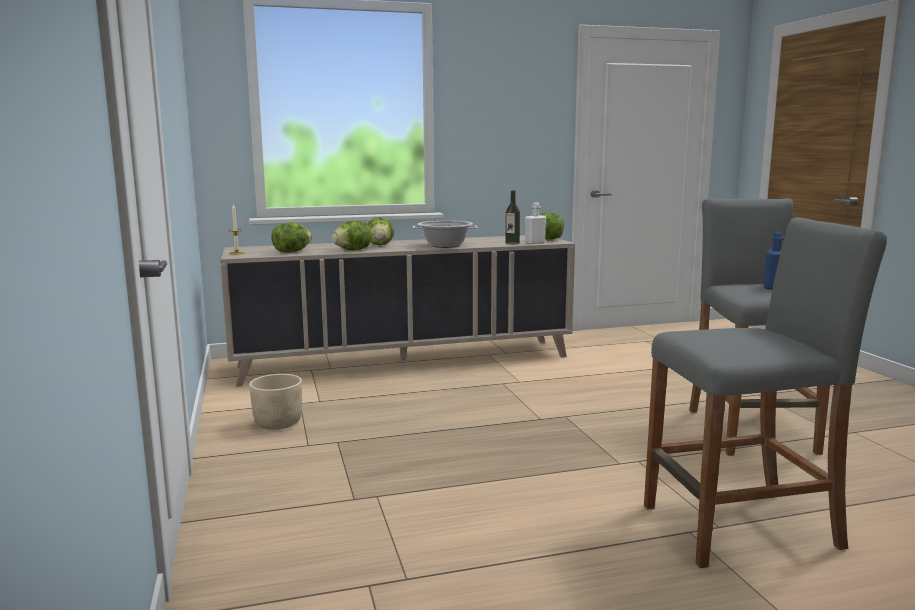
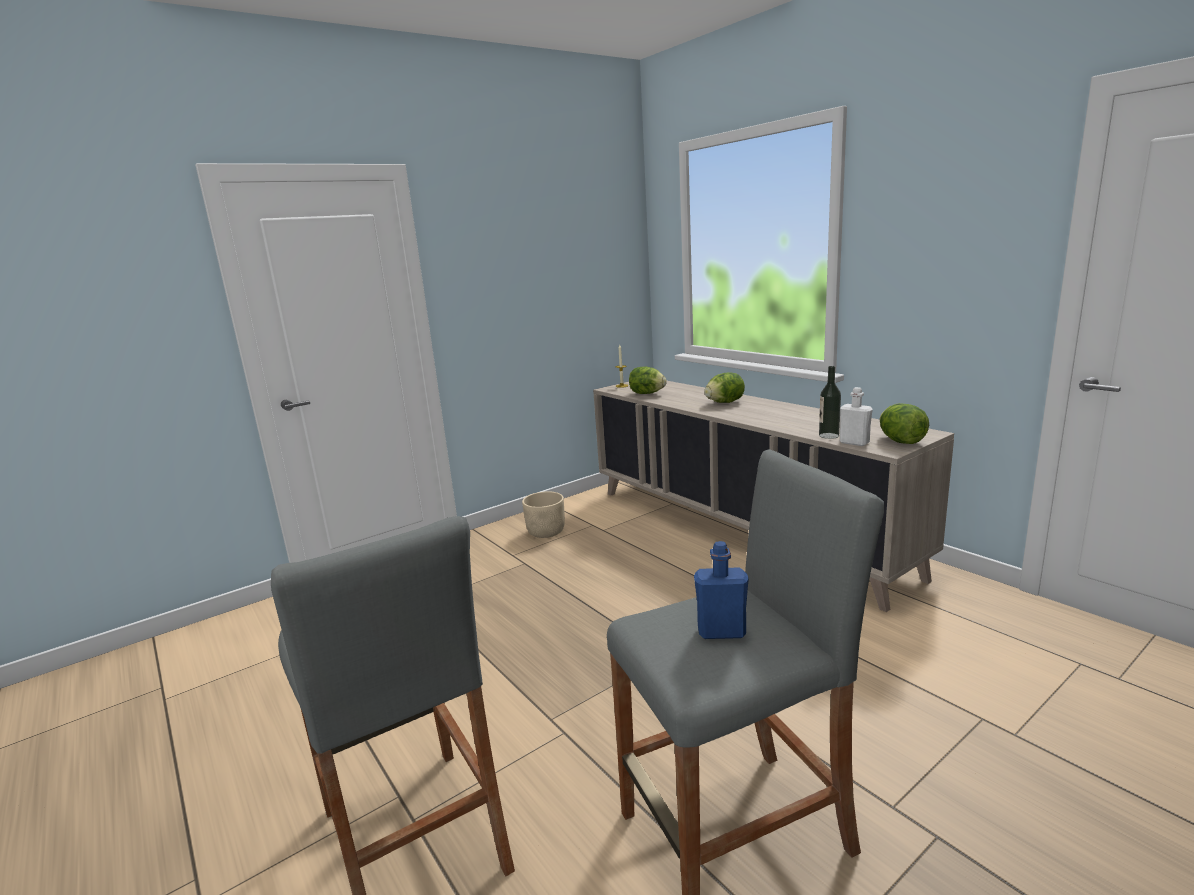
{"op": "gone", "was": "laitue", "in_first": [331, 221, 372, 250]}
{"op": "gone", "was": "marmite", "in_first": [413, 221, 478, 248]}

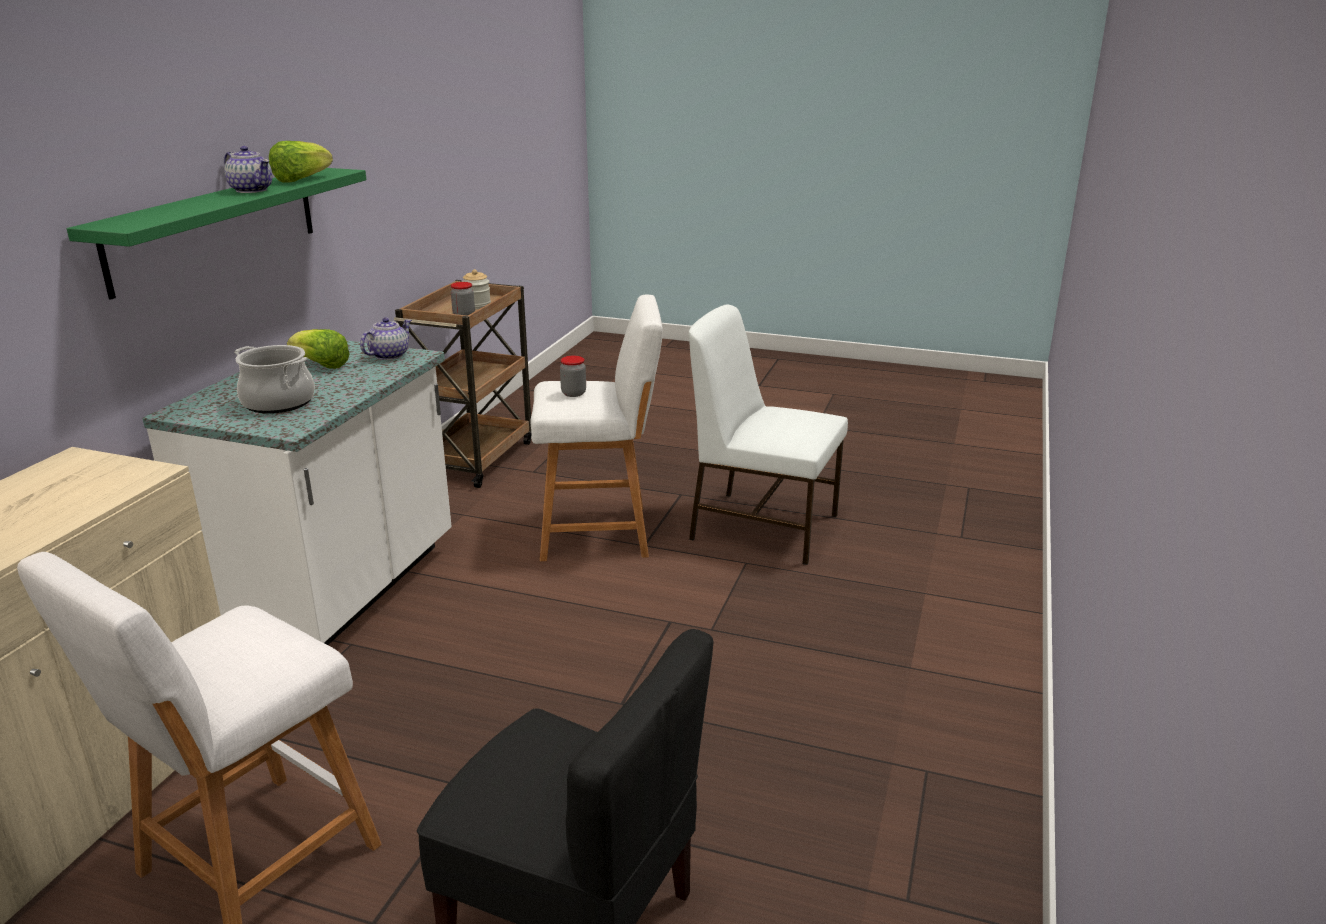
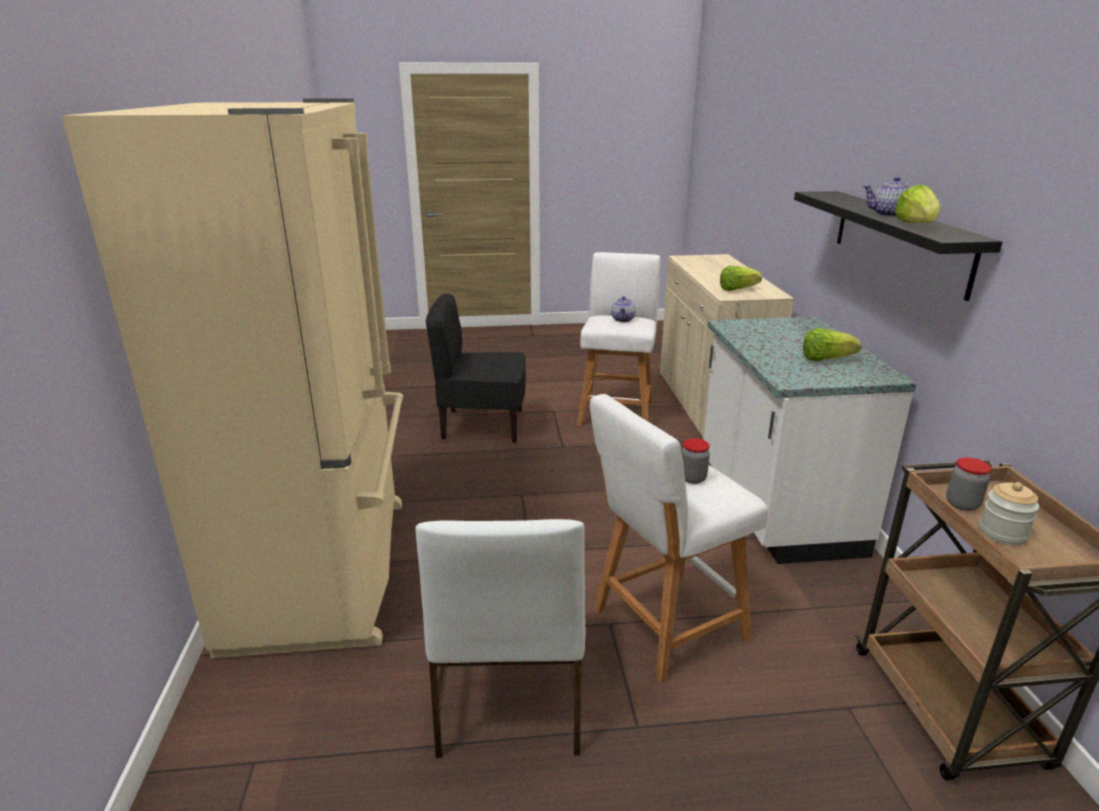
{"op": "repainted", "was": "étagère [vert]", "now": "étagère [noir]", "in_first": [67, 168, 366, 300], "in_second": [794, 191, 1002, 301]}
{"op": "rotated", "was": "chaise [blanc]", "in_first": [689, 305, 848, 565], "in_second": [415, 519, 585, 758], "clockwise": 90}
{"op": "shifted", "was": "théière", "in_first": [360, 318, 412, 360], "in_second": [611, 296, 636, 322]}
{"op": "gone", "was": "marmite", "in_first": [234, 345, 315, 414]}
{"op": "new", "now": "réfrigérateur [beige]", "in_second": [62, 98, 403, 658]}
{"op": "new", "now": "laitue", "in_second": [720, 266, 762, 291]}

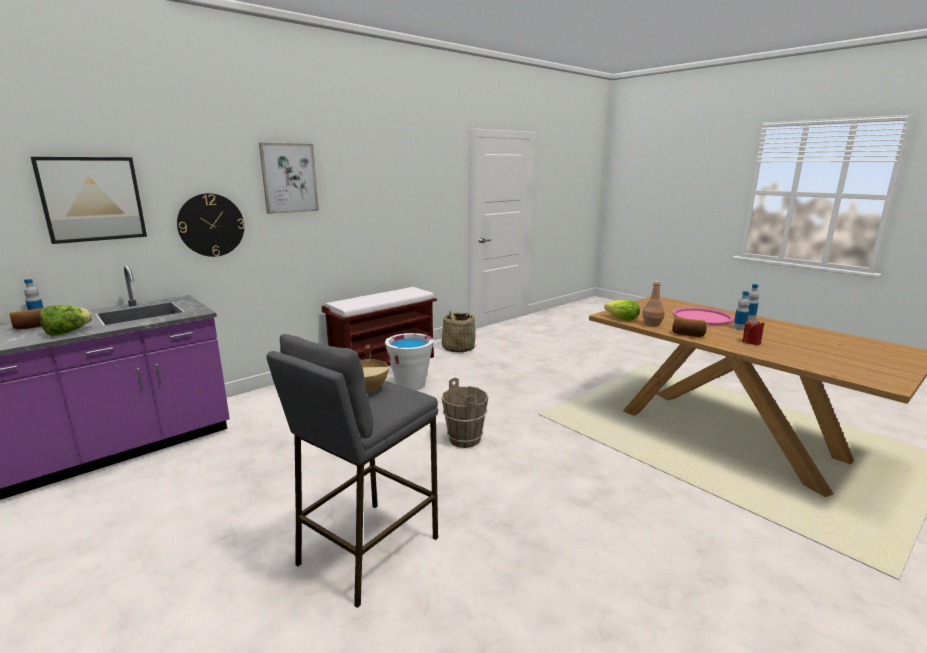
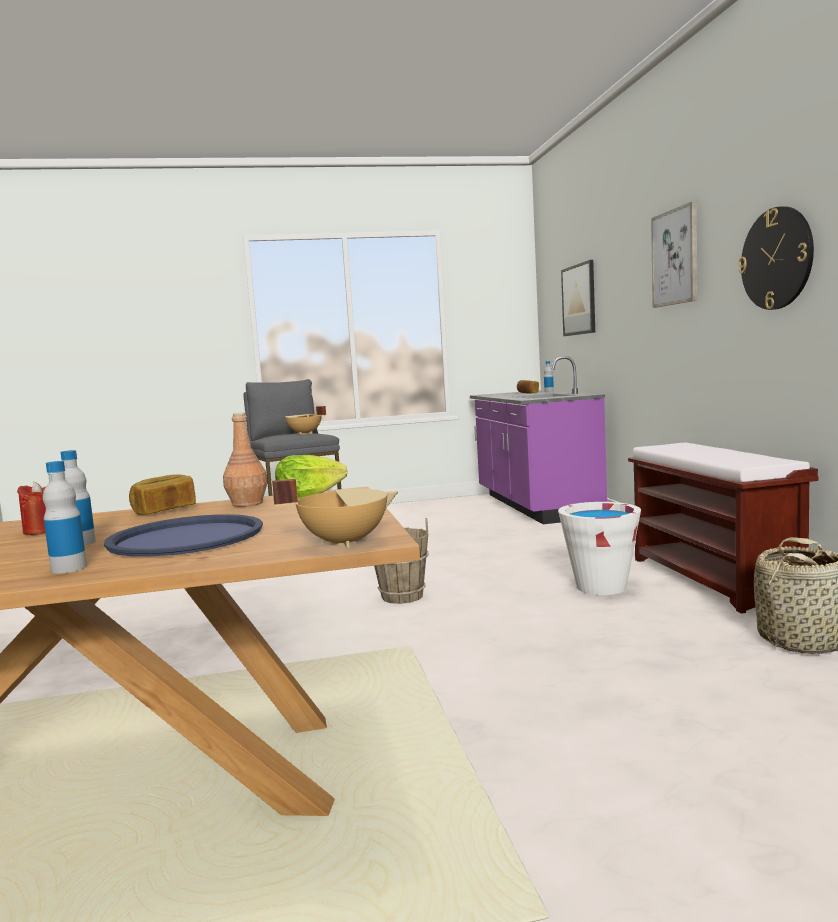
{"op": "shifted", "was": "horloge murale", "in_first": [177, 193, 245, 257], "in_second": [738, 206, 814, 310]}
{"op": "gone", "was": "laitue", "in_first": [39, 305, 92, 336]}
{"op": "repainted", "was": "plateau [rose]", "now": "plateau [bleu]", "in_first": [672, 307, 734, 325], "in_second": [104, 514, 263, 557]}
{"op": "new", "now": "marmite [beige]", "in_second": [272, 479, 399, 548]}

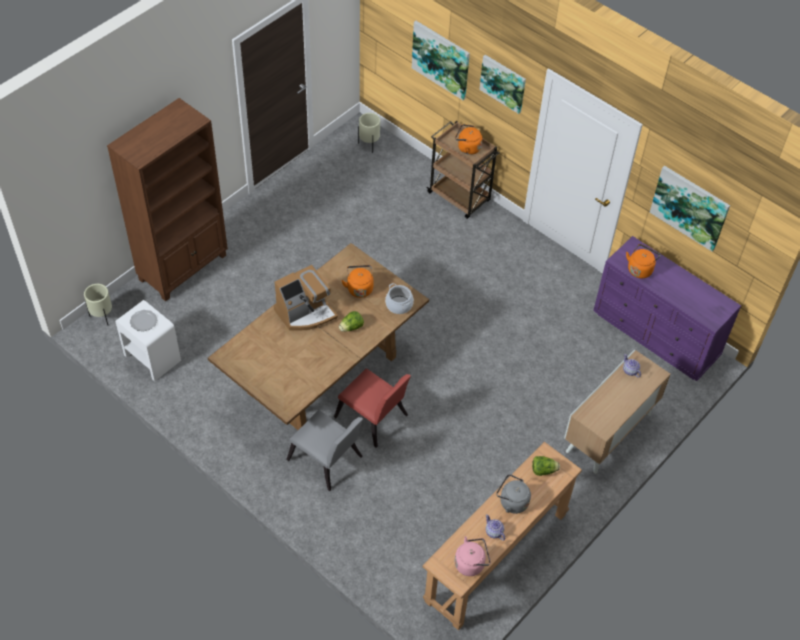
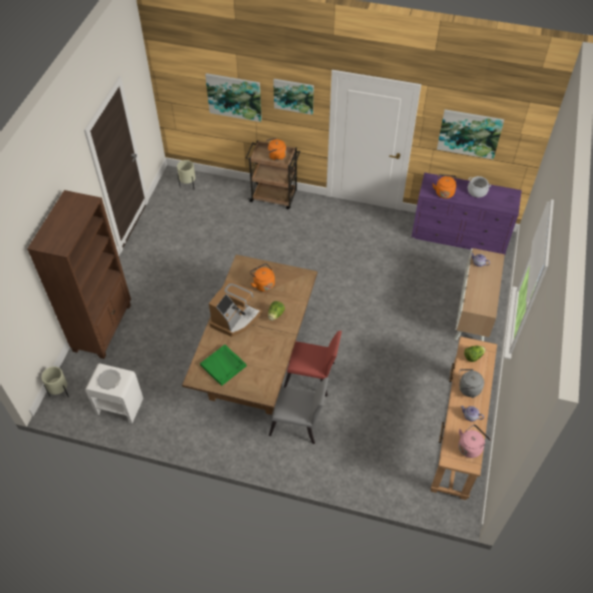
{"op": "shifted", "was": "marmite", "in_first": [385, 283, 414, 314], "in_second": [468, 176, 491, 198]}
{"op": "new", "now": "plateau [vert]", "in_second": [200, 344, 246, 386]}

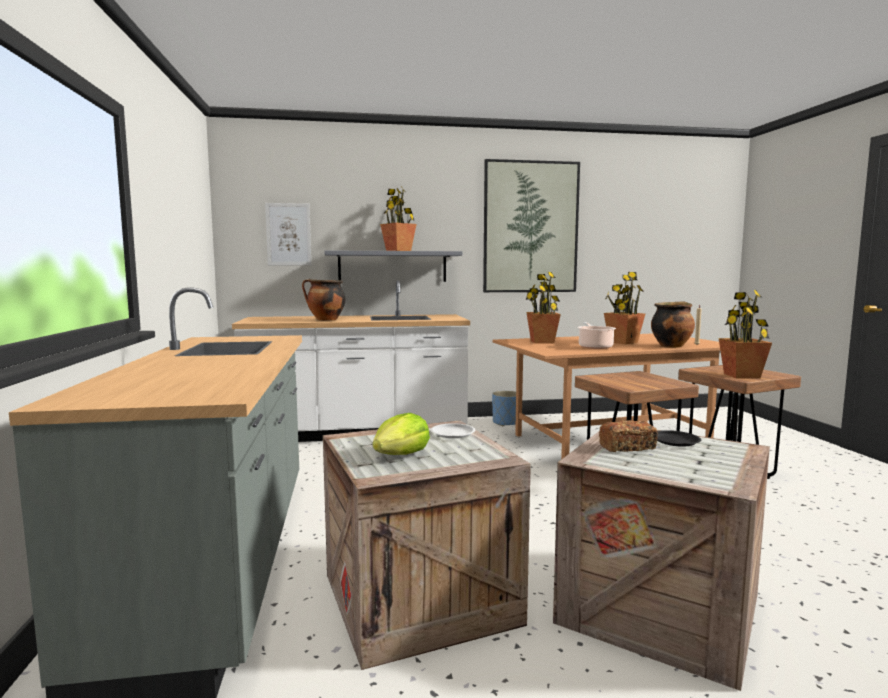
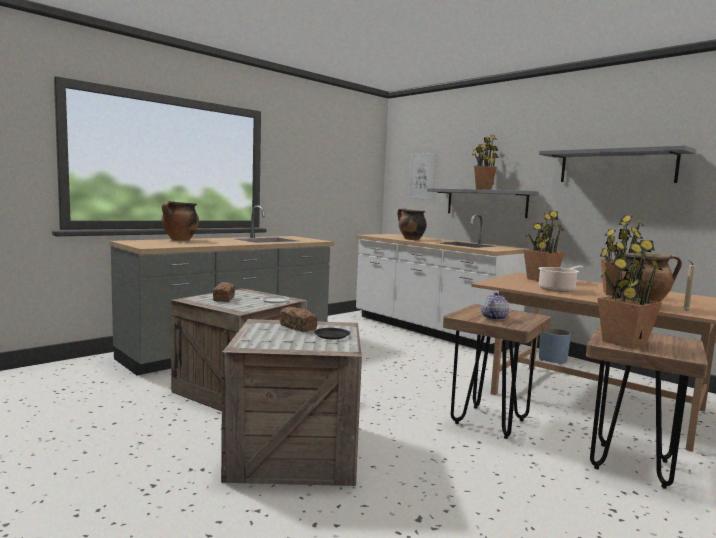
{"op": "swapped", "was": "tableau", "now": "étagère [gris]", "in_first": [483, 159, 580, 292], "in_second": [539, 145, 696, 183]}
{"op": "swapped", "was": "laitue", "now": "pain", "in_first": [373, 413, 430, 455], "in_second": [213, 282, 235, 302]}
{"op": "new", "now": "marmite", "in_second": [162, 201, 199, 240]}
{"op": "new", "now": "théière", "in_second": [481, 292, 509, 320]}

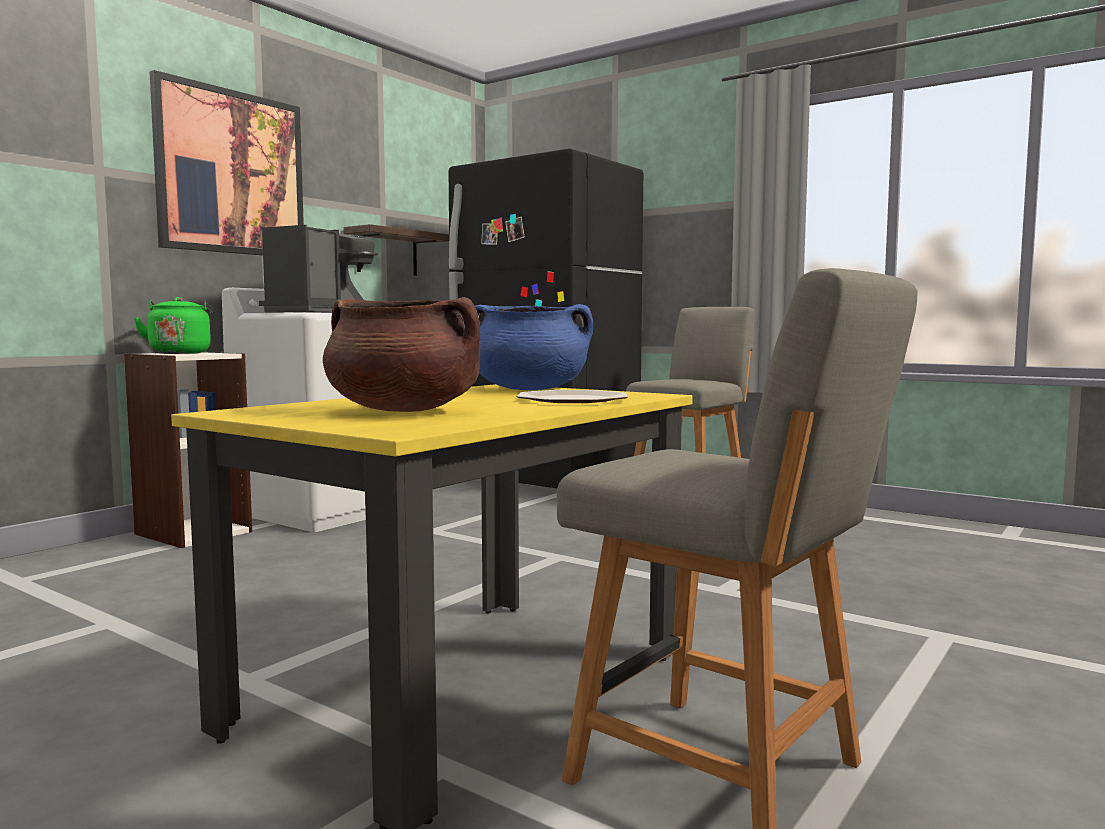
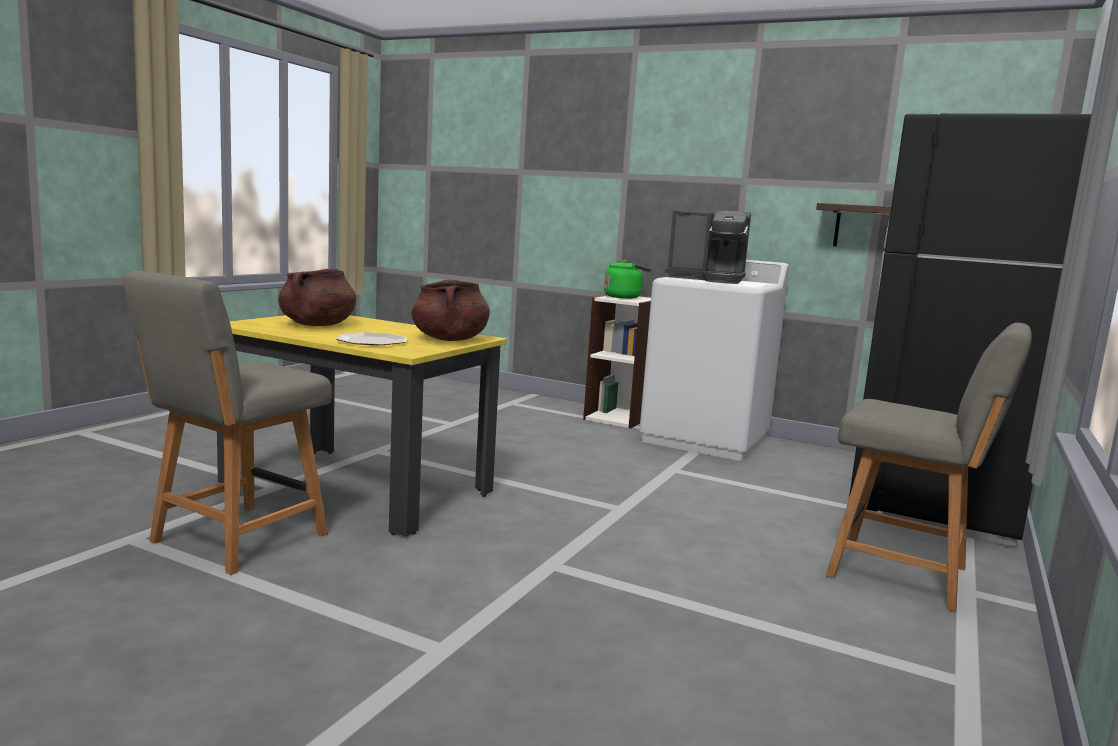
{"op": "gone", "was": "tableau", "in_first": [150, 70, 304, 255]}
{"op": "repainted", "was": "marmite [bleu]", "now": "marmite [marron]", "in_first": [475, 304, 593, 390], "in_second": [412, 279, 490, 341]}

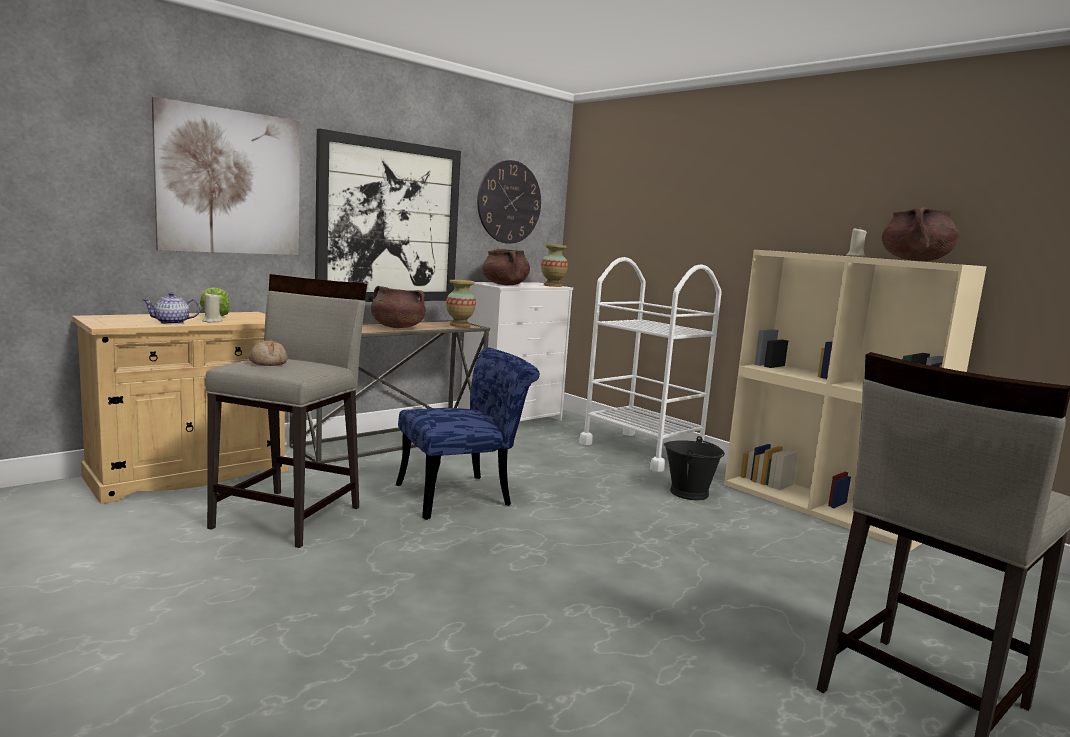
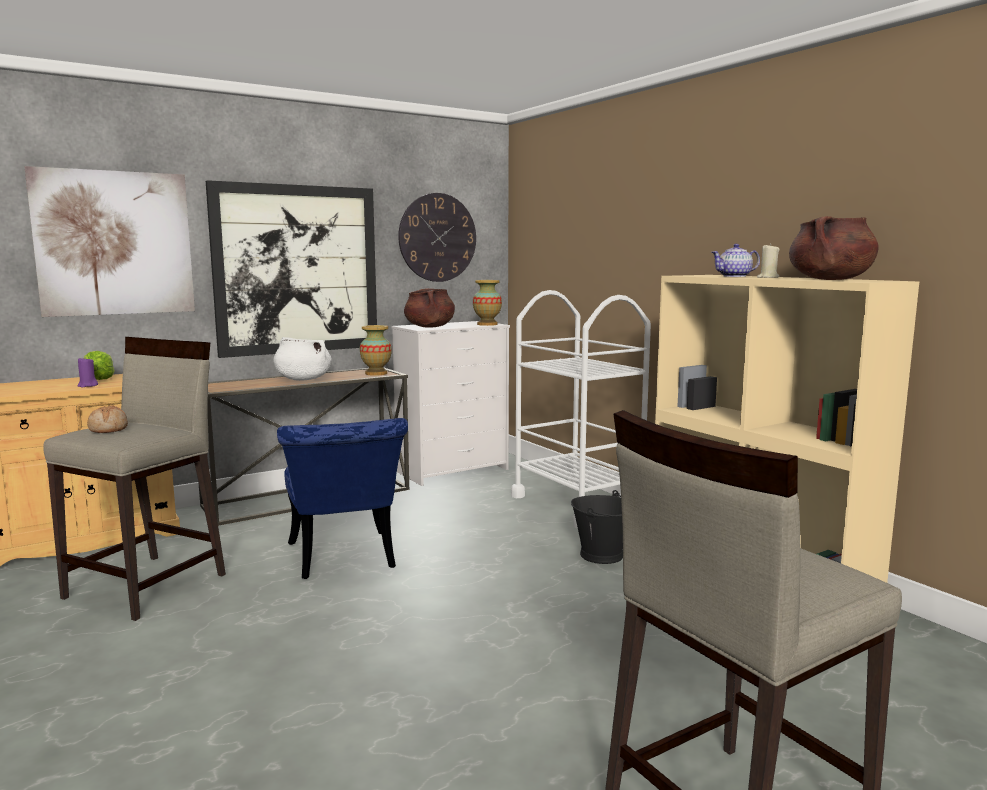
{"op": "repainted", "was": "marmite [marron]", "now": "marmite [blanc]", "in_first": [371, 286, 426, 328], "in_second": [273, 337, 332, 381]}
{"op": "shifted", "was": "théière", "in_first": [142, 292, 200, 324], "in_second": [711, 244, 760, 277]}
{"op": "repainted", "was": "bougie [beige]", "now": "bougie [violet]", "in_first": [203, 294, 222, 323], "in_second": [78, 357, 98, 388]}
{"op": "rotated", "was": "chaise [bleu]", "in_first": [396, 348, 540, 520], "in_second": [277, 418, 408, 579], "clockwise": 90}

